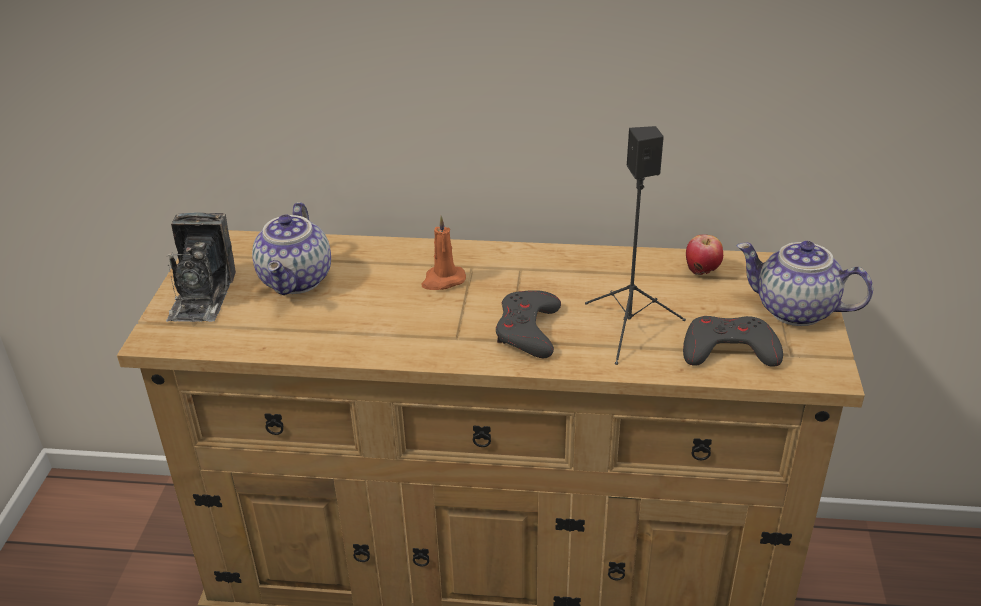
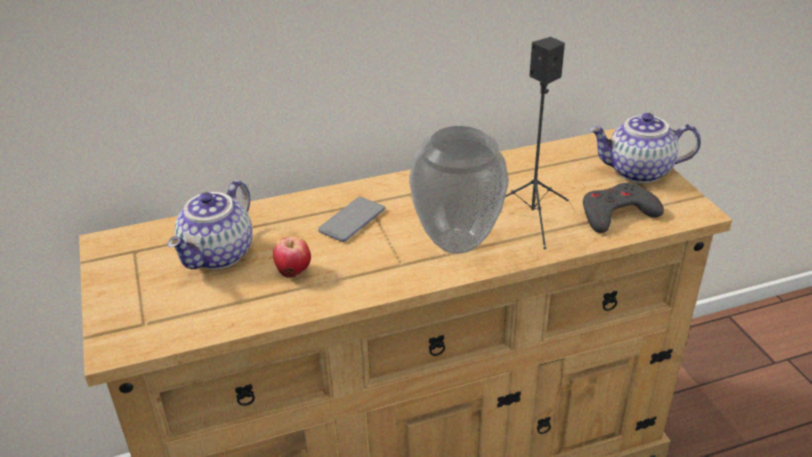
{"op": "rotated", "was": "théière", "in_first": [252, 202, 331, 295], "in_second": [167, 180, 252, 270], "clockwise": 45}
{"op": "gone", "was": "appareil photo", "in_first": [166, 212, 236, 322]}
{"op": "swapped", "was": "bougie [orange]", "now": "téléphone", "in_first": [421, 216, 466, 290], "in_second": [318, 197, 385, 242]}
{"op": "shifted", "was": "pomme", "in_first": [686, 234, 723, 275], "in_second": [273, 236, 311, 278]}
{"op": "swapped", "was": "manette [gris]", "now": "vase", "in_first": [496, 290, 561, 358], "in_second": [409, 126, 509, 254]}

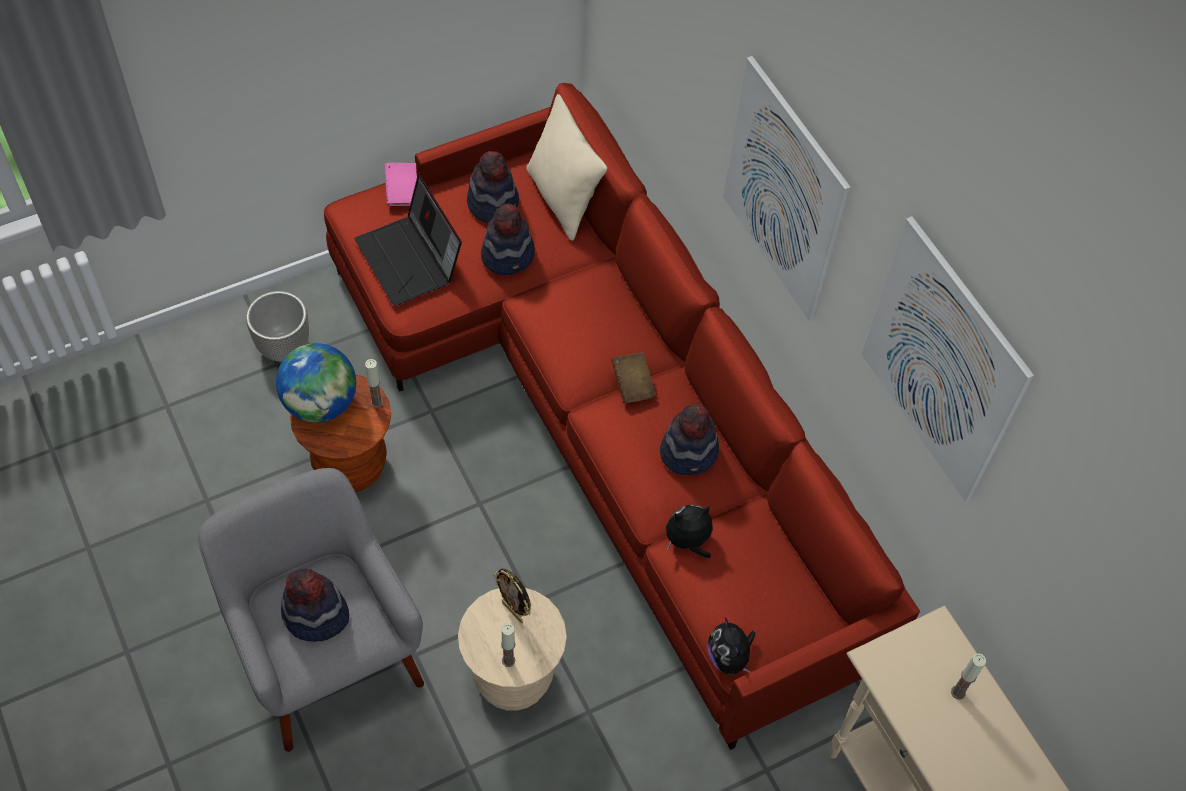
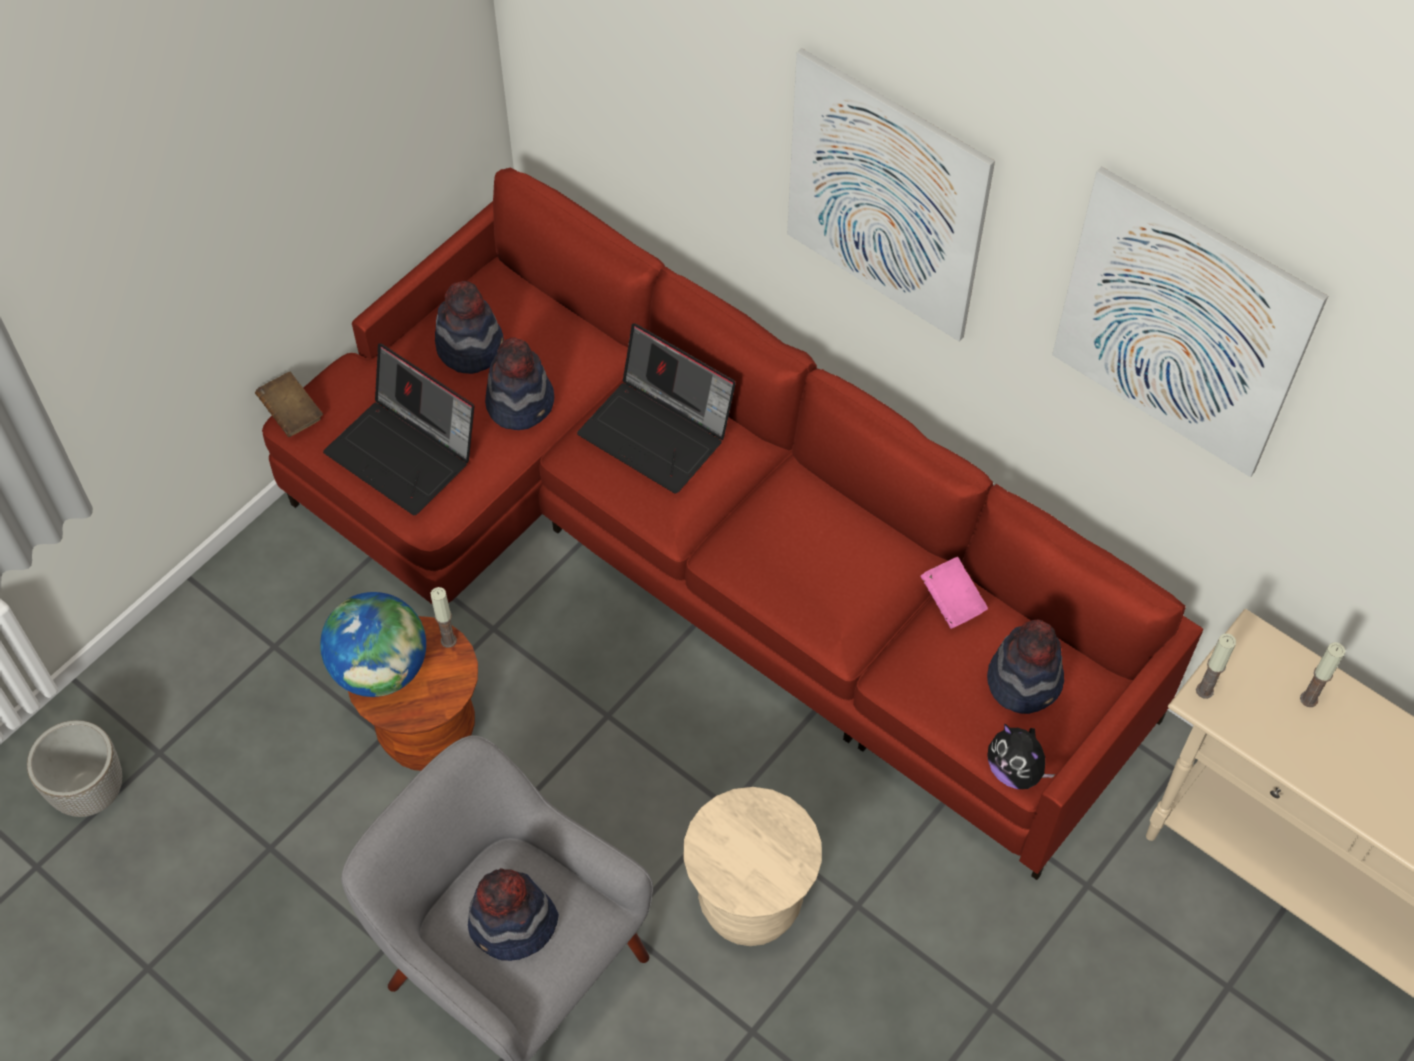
{"op": "gone", "was": "coussin [beige]", "in_first": [526, 94, 607, 241]}
{"op": "shifted", "was": "livre [rose]", "in_first": [384, 163, 417, 206], "in_second": [920, 557, 988, 629]}
{"op": "shifted", "was": "cache-pot", "in_first": [246, 291, 309, 361], "in_second": [27, 720, 122, 817]}
{"op": "shifted", "was": "livre [marron]", "in_first": [611, 352, 656, 403], "in_second": [255, 371, 323, 437]}
{"op": "shifted", "was": "chapeau", "in_first": [660, 403, 719, 475], "in_second": [987, 620, 1064, 714]}
{"op": "gone", "was": "peluche", "in_first": [666, 505, 713, 558]}
{"op": "gone", "was": "cadre photo", "in_first": [493, 569, 531, 623]}
{"op": "shifted", "was": "bougie", "in_first": [501, 623, 515, 667], "in_second": [1196, 633, 1236, 699]}
{"op": "new", "now": "ordinateur portable", "in_second": [577, 323, 736, 494]}

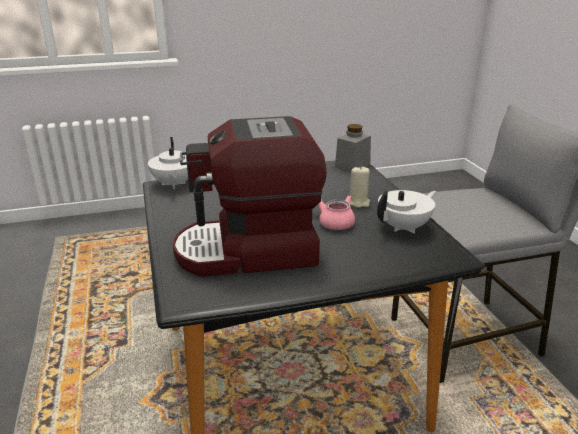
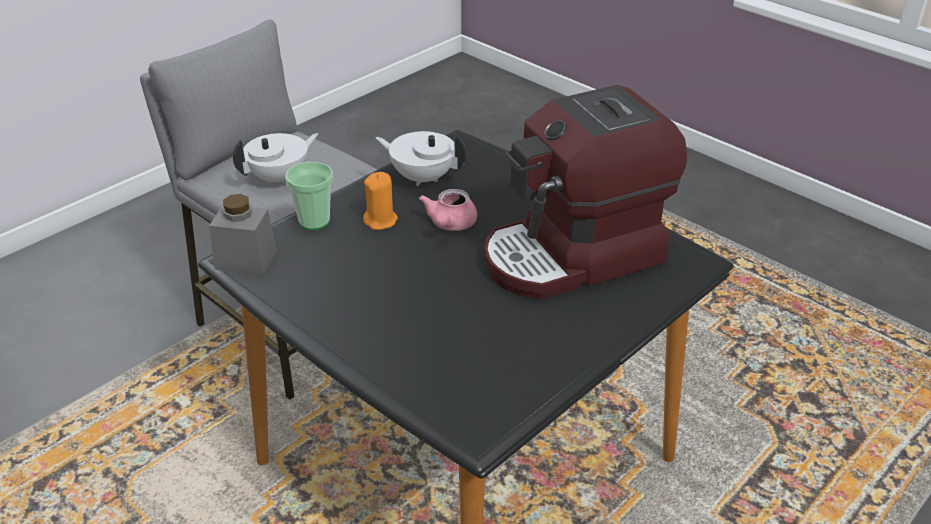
{"op": "rotated", "was": "machine à café", "in_first": [172, 116, 327, 277], "in_second": [484, 85, 687, 299], "clockwise": 105}
{"op": "shifted", "was": "théière [blanc]", "in_first": [148, 137, 188, 189], "in_second": [233, 133, 318, 186]}
{"op": "repainted", "was": "bougie [beige]", "now": "bougie [orange]", "in_first": [350, 166, 370, 208], "in_second": [363, 172, 398, 230]}
{"op": "new", "now": "tasse", "in_second": [285, 162, 333, 230]}

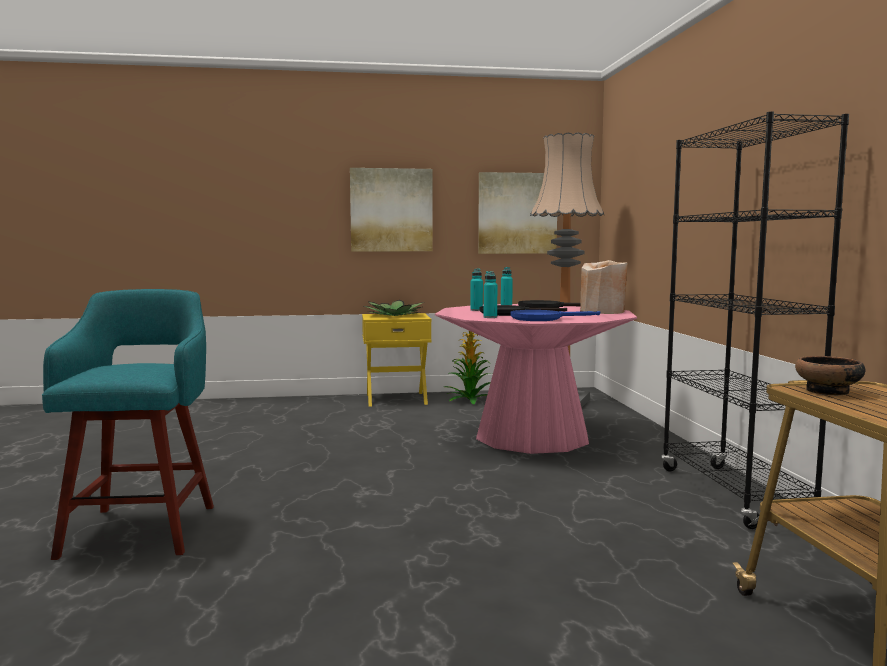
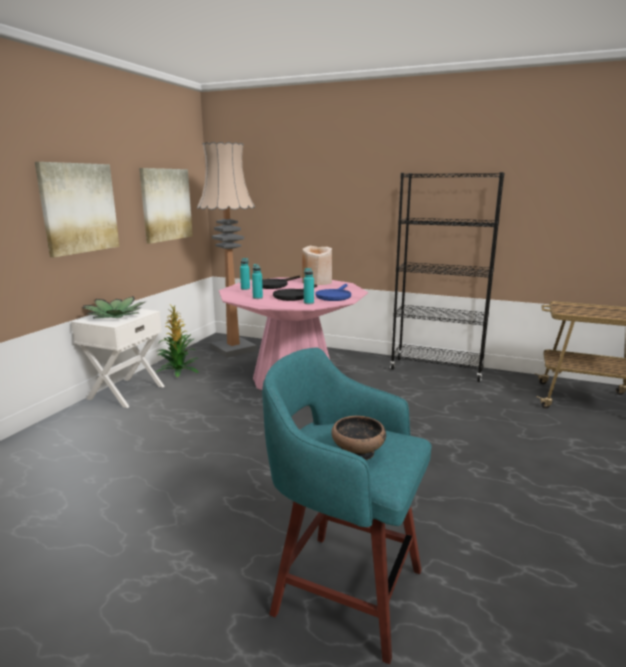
{"op": "repainted", "was": "table de chevet [jaune]", "now": "table de chevet [blanc]", "in_first": [362, 313, 431, 407], "in_second": [71, 307, 165, 408]}
{"op": "shifted", "was": "bol", "in_first": [795, 356, 865, 395], "in_second": [331, 416, 386, 460]}

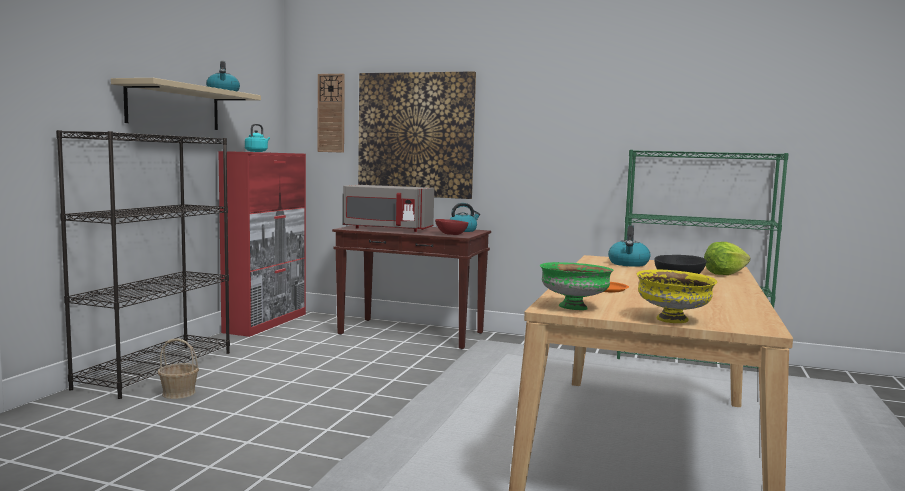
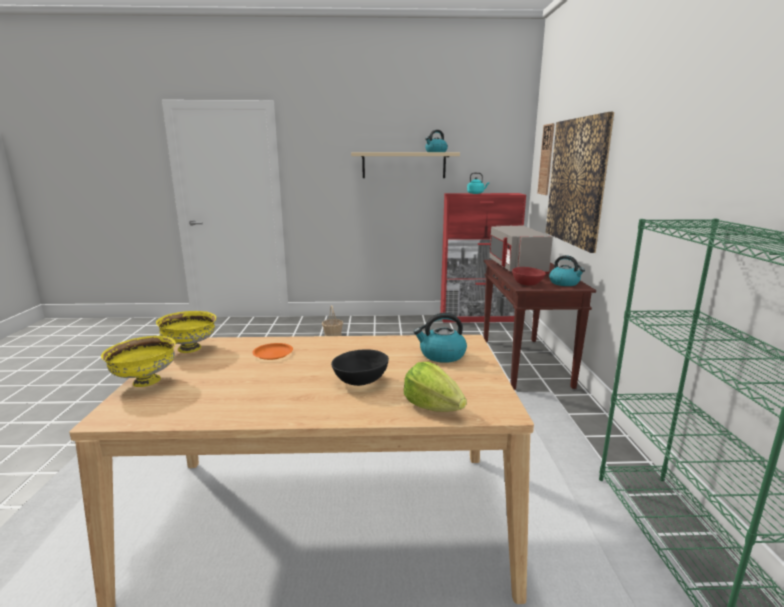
{"op": "gone", "was": "bibliothèque [noir]", "in_first": [56, 130, 230, 399]}
{"op": "repainted", "was": "bol [vert]", "now": "bol [jaune]", "in_first": [540, 262, 614, 310], "in_second": [156, 311, 216, 353]}

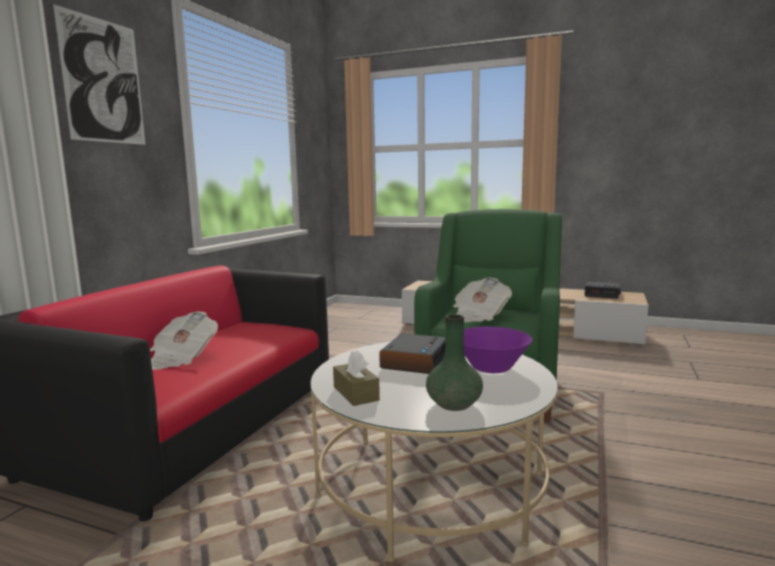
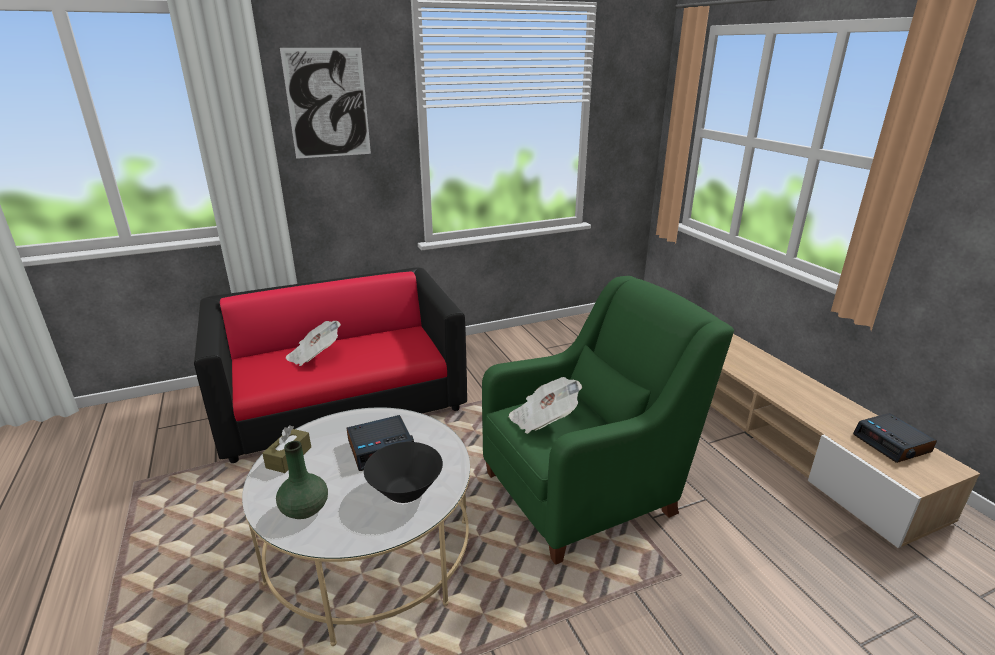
{"op": "repainted", "was": "bol [violet]", "now": "bol [noir]", "in_first": [464, 327, 532, 373], "in_second": [364, 442, 443, 503]}

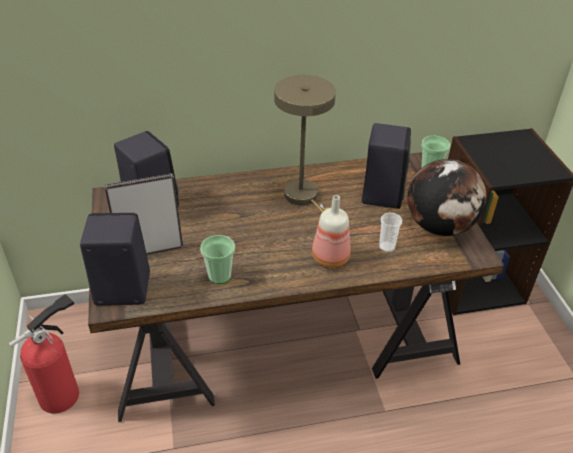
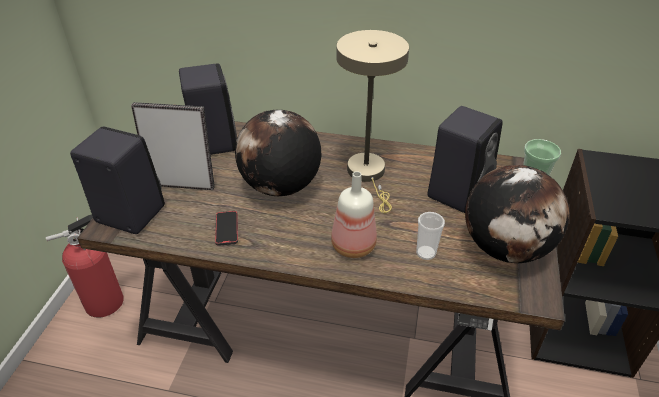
{"op": "swapped", "was": "tasse", "now": "téléphone", "in_first": [200, 235, 235, 284], "in_second": [215, 211, 238, 246]}
{"op": "new", "now": "globe", "in_second": [235, 110, 321, 196]}

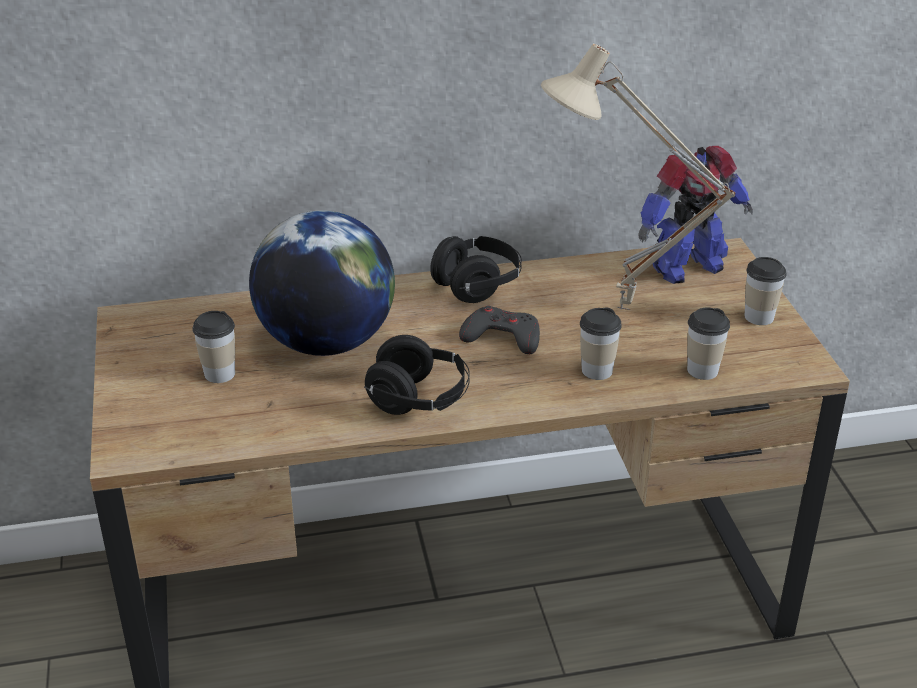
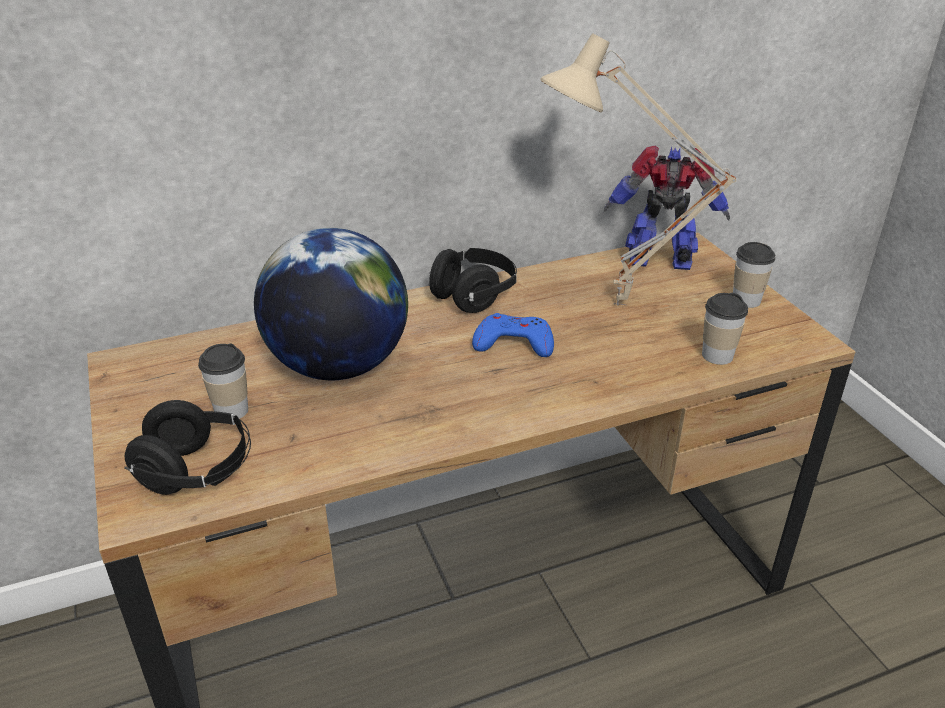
{"op": "rotated", "was": "robot jouet", "in_first": [638, 146, 753, 284], "in_second": [604, 146, 730, 270], "clockwise": -135}
{"op": "repainted", "was": "manette [gris]", "now": "manette [bleu]", "in_first": [459, 306, 540, 354], "in_second": [472, 313, 554, 357]}
{"op": "gone", "was": "tasse", "in_first": [580, 307, 622, 380]}
{"op": "shifted", "was": "casque audio [noir]", "in_first": [364, 335, 470, 415], "in_second": [124, 400, 251, 495]}

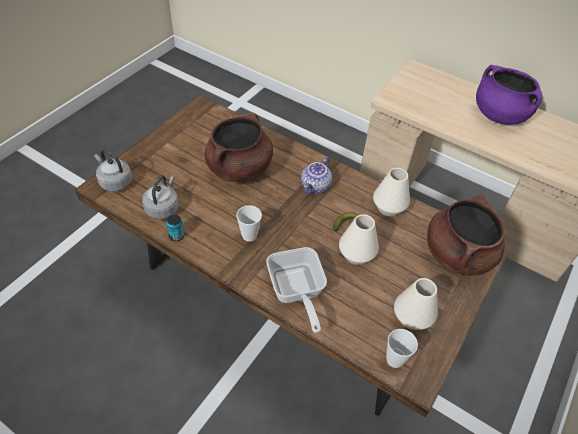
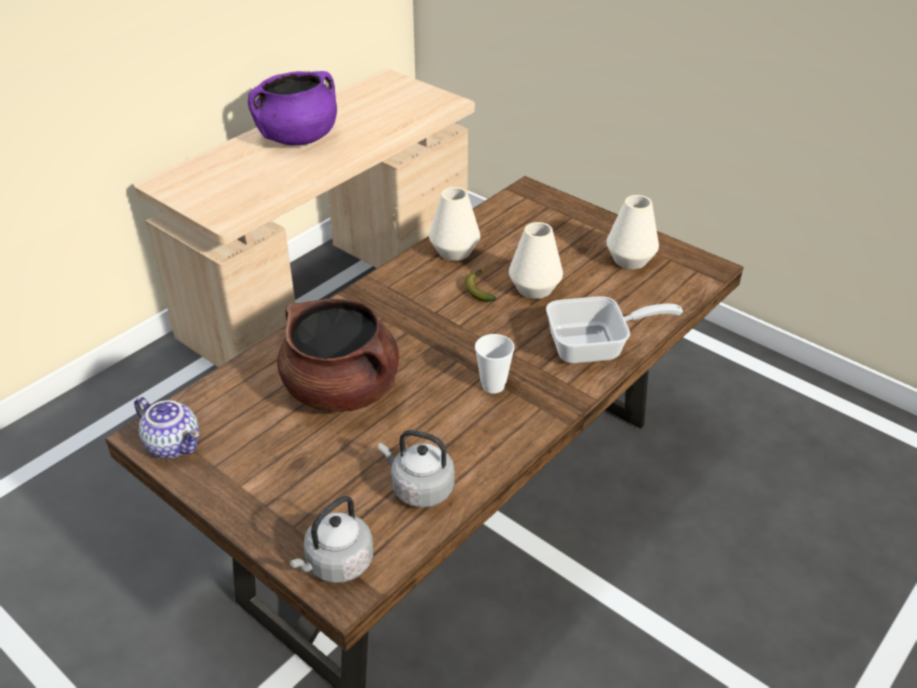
{"op": "shifted", "was": "théière", "in_first": [301, 157, 332, 194], "in_second": [134, 397, 199, 458]}
{"op": "gone", "was": "marmite [marron]", "in_first": [427, 194, 505, 276]}
{"op": "gone", "was": "boîte métallique", "in_first": [166, 214, 185, 241]}
{"op": "gone", "was": "tasse", "in_first": [386, 329, 418, 368]}

